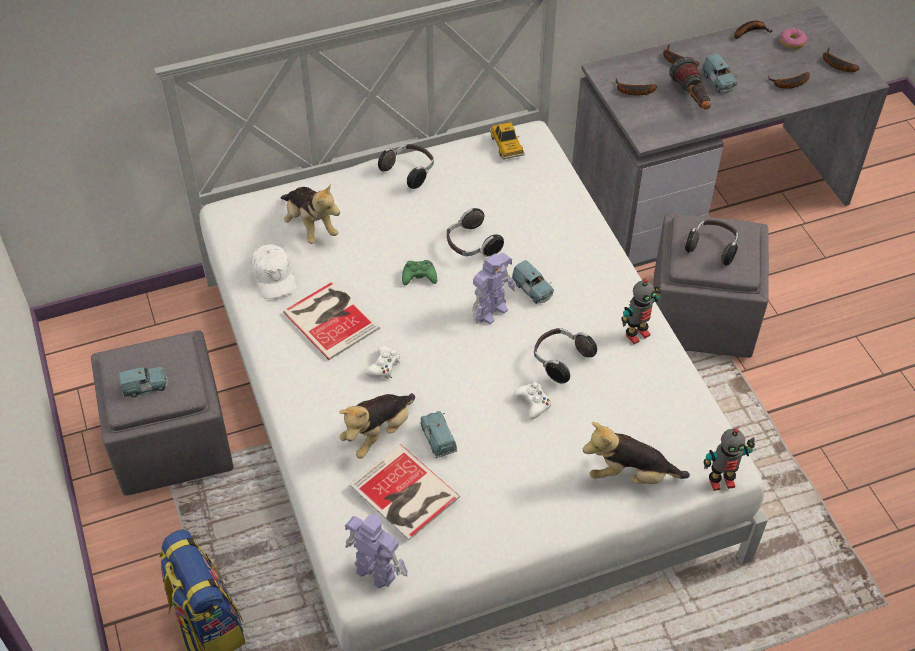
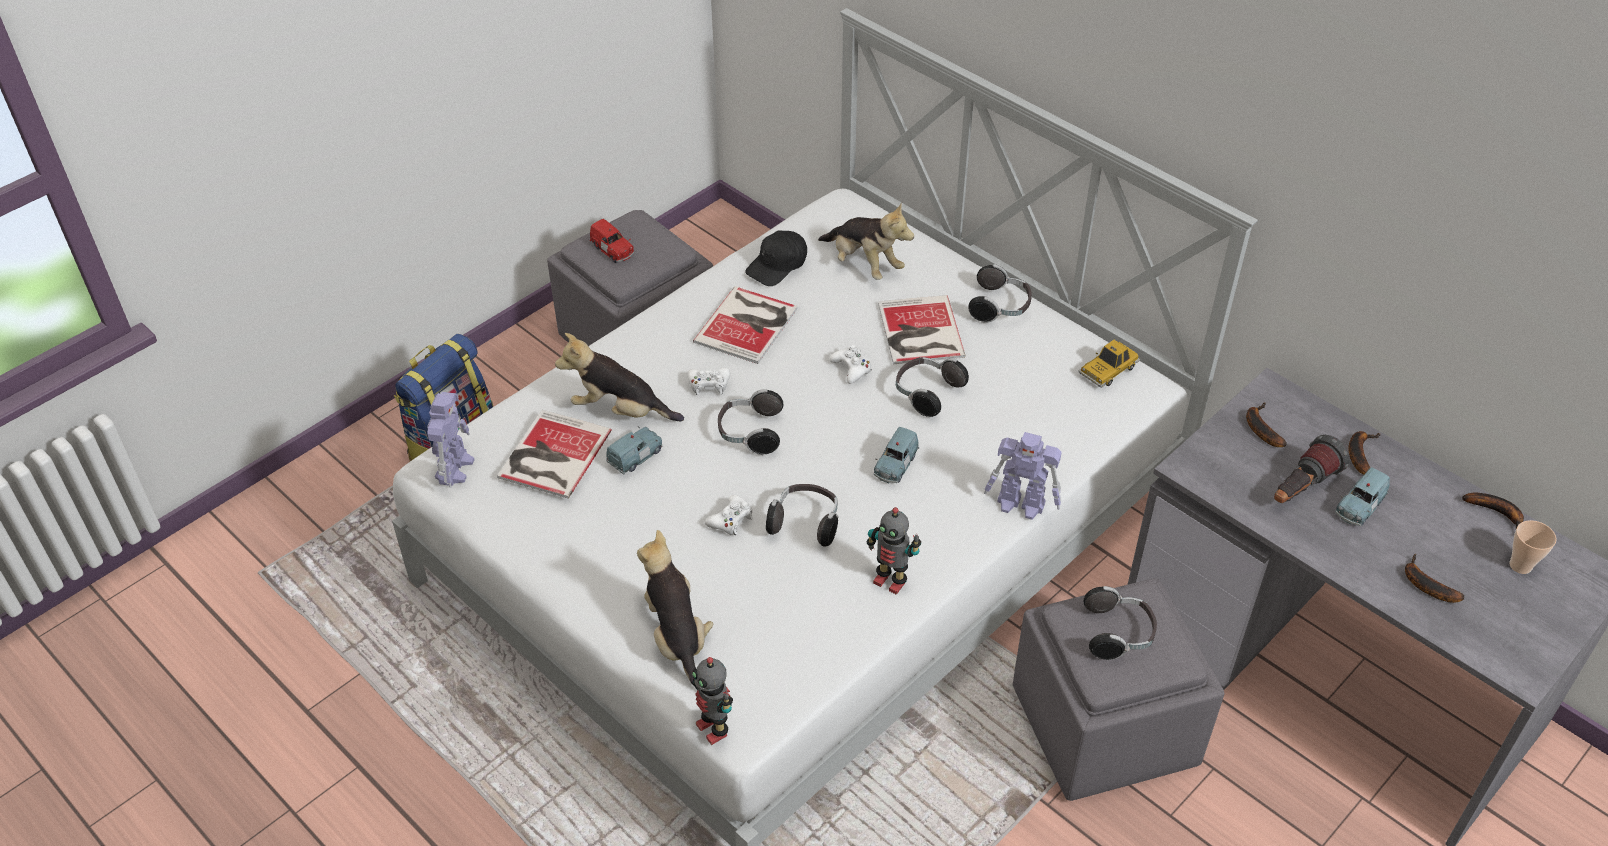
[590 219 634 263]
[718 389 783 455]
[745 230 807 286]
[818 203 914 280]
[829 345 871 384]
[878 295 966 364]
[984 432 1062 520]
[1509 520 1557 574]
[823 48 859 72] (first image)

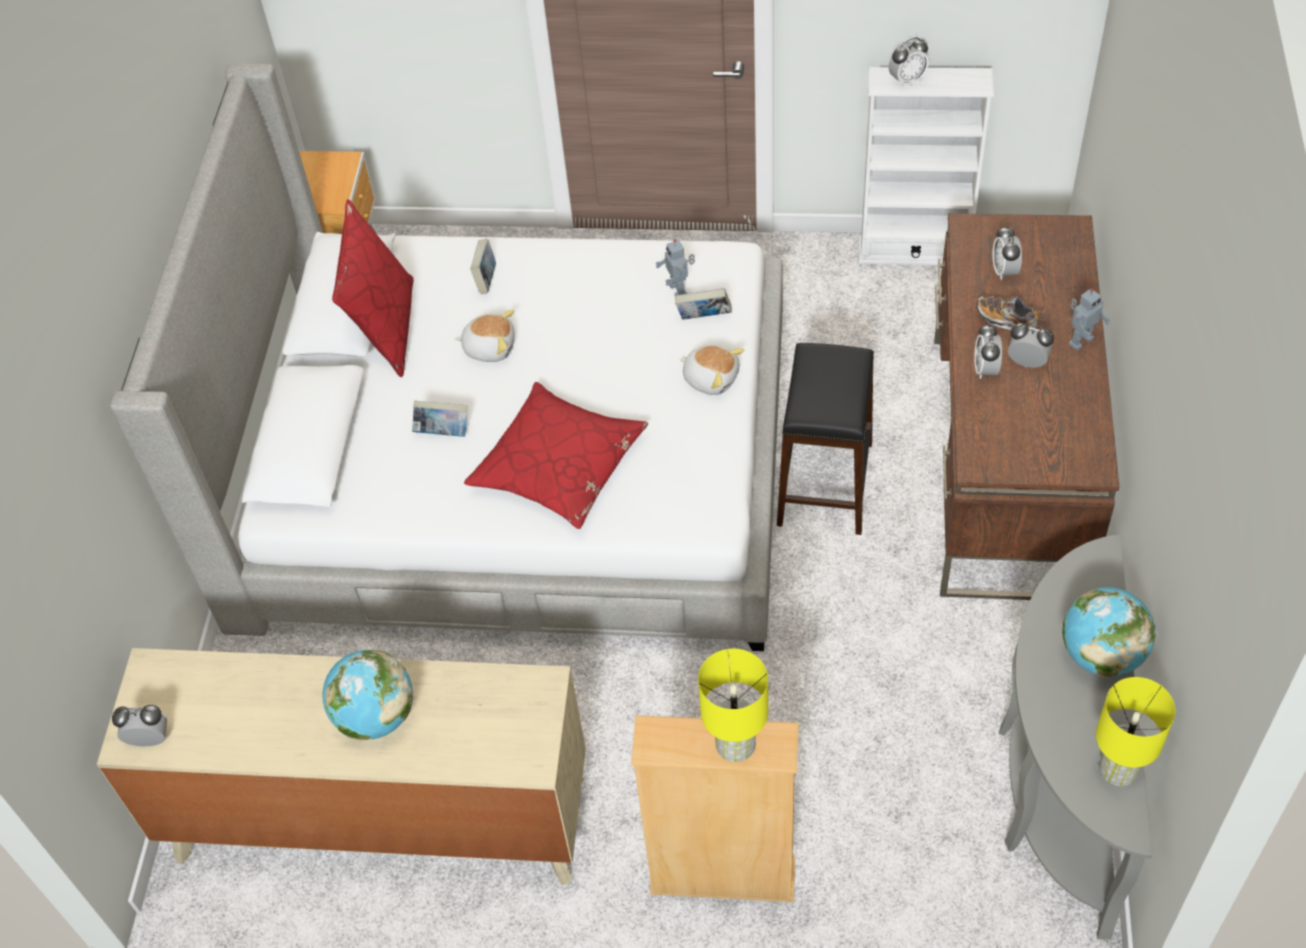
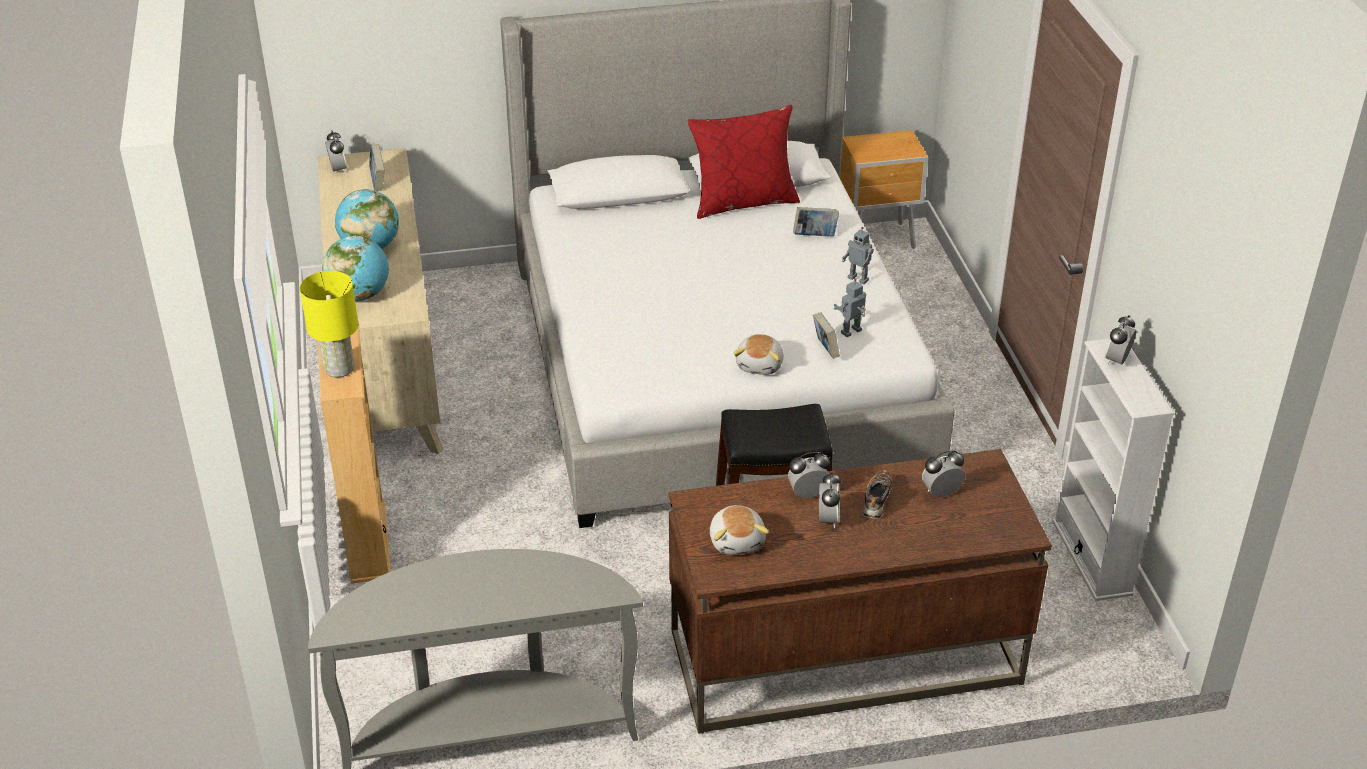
[322 235 389 301]
[369 144 385 191]
[710 505 769 555]
[842 227 874 284]
[1105 315 1137 365]
[464 382 648 529] (first image)
[1096 677 1175 786] (first image)

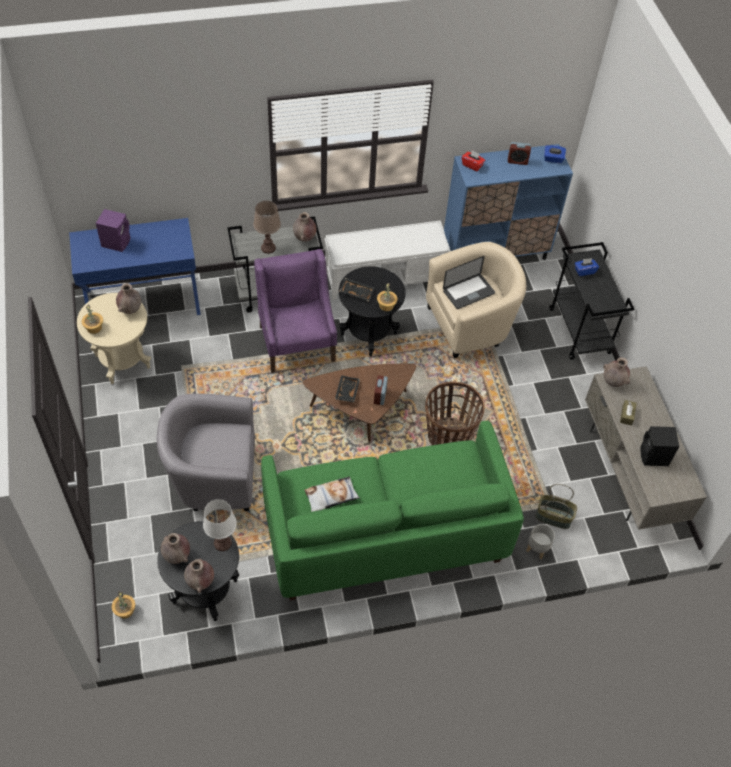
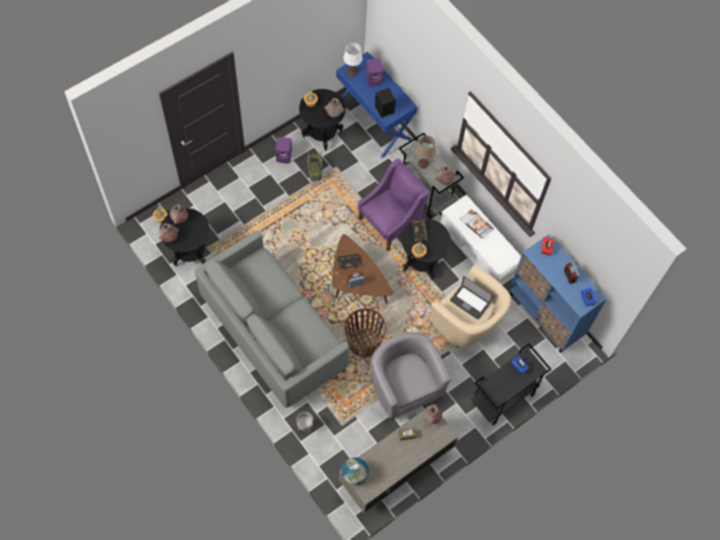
[195 230 349 408]
[275 137 292 163]
[299 89 346 151]
[308 152 323 182]
[341 457 369 485]
[343 42 362 77]
[371 332 451 420]
[375 88 396 118]
[459 209 494 239]

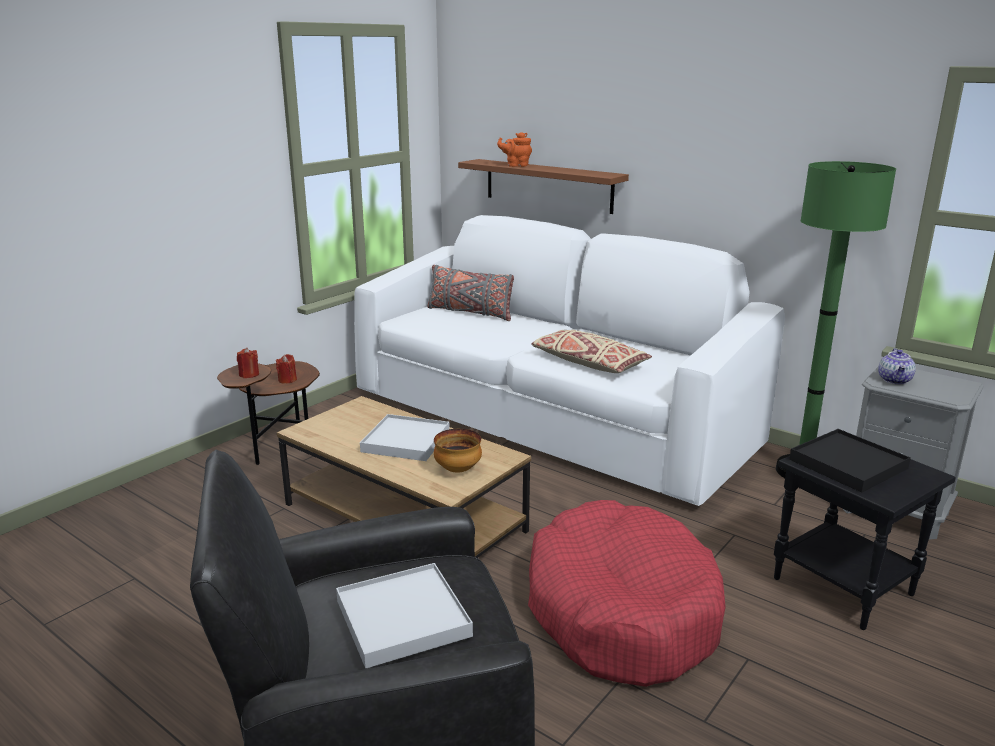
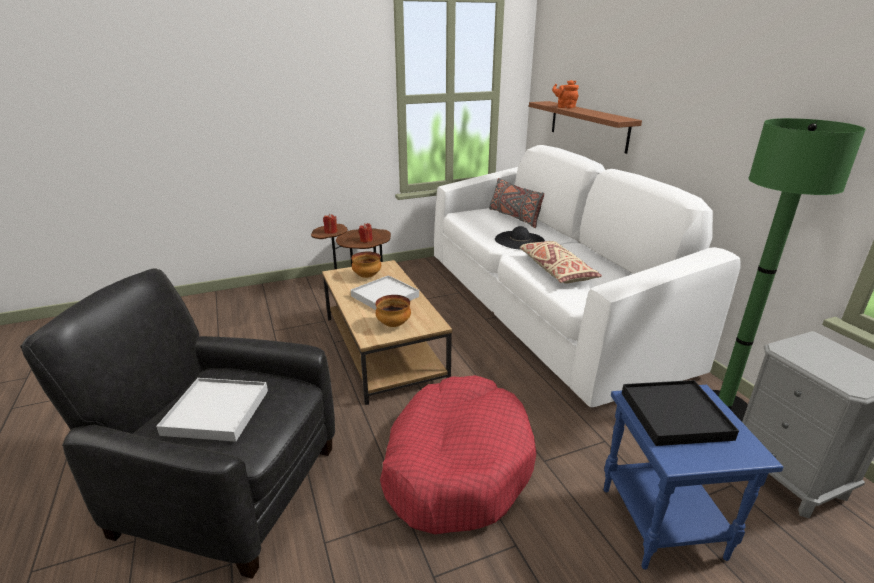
[351 252 381 278]
[495 226 545 250]
[604 385 784 570]
[878 348 916 384] (first image)

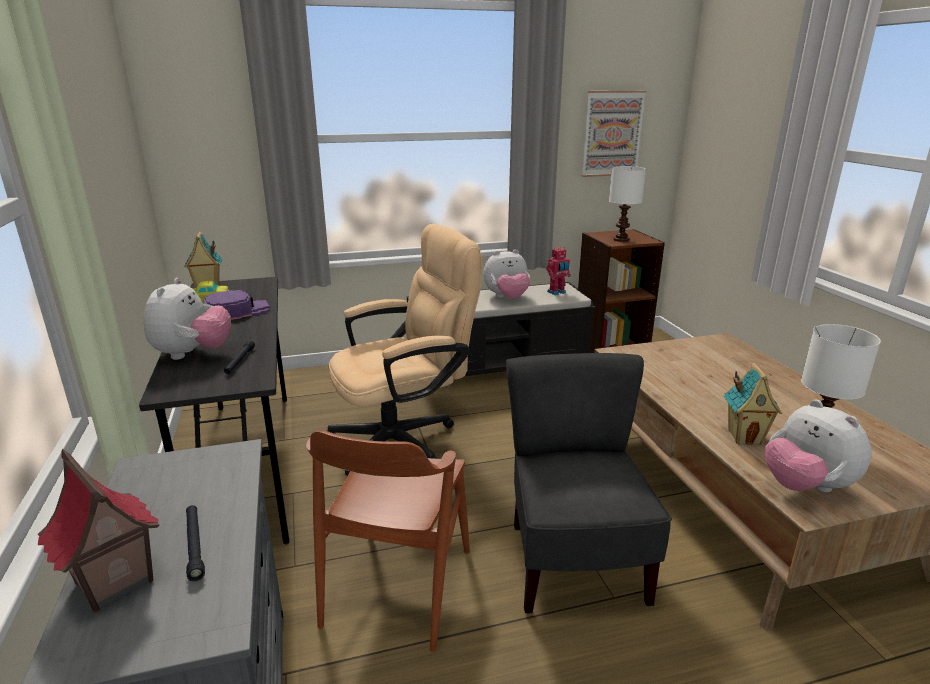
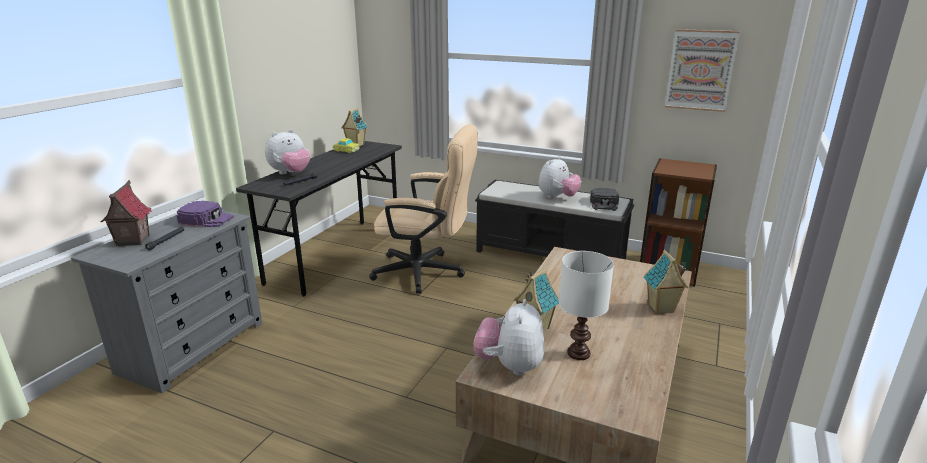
[176 201 234 227]
[539 156 581 199]
[590 188 619 211]
[644 250 688 314]
[306 430 470 652] (first image)
[506 353 672 614] (first image)
[609 166 646 242] (first image)

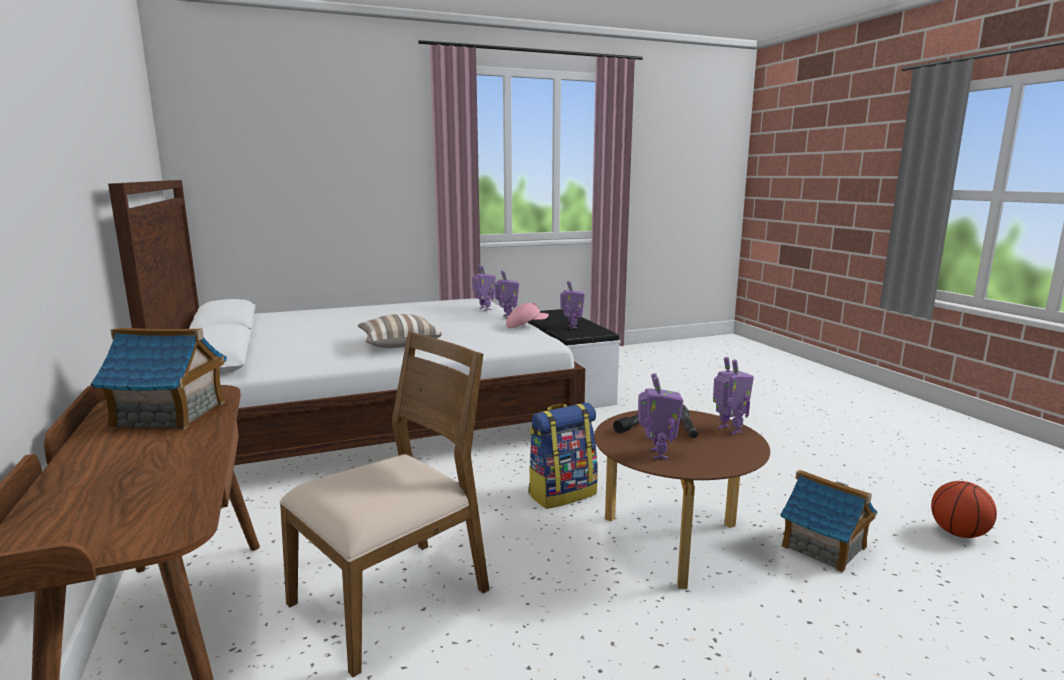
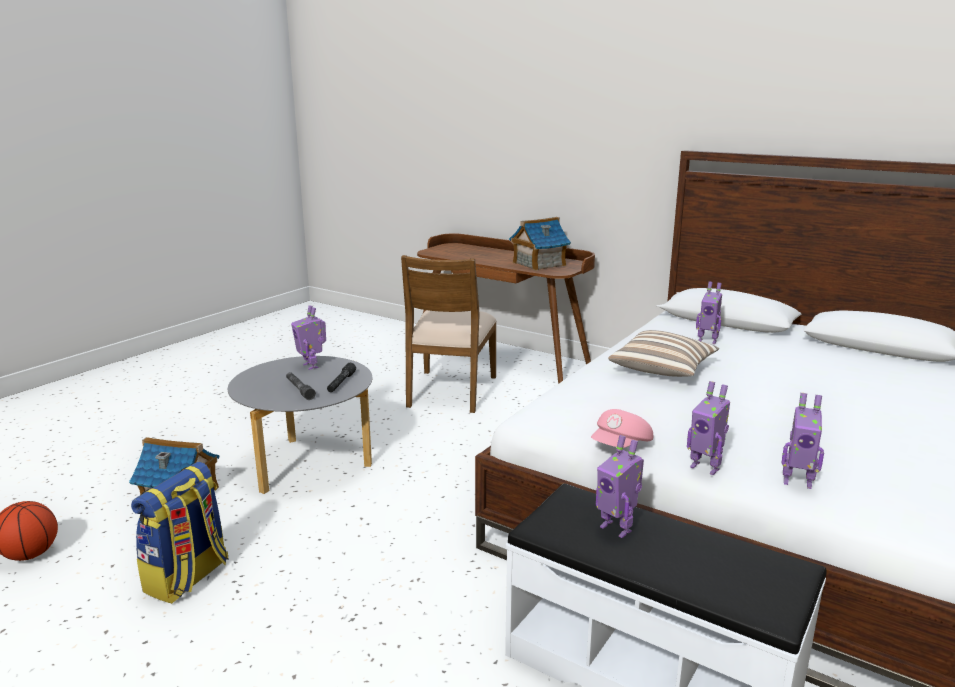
[131 462 228 604]
[228 356 372 494]
[696 282 722 344]

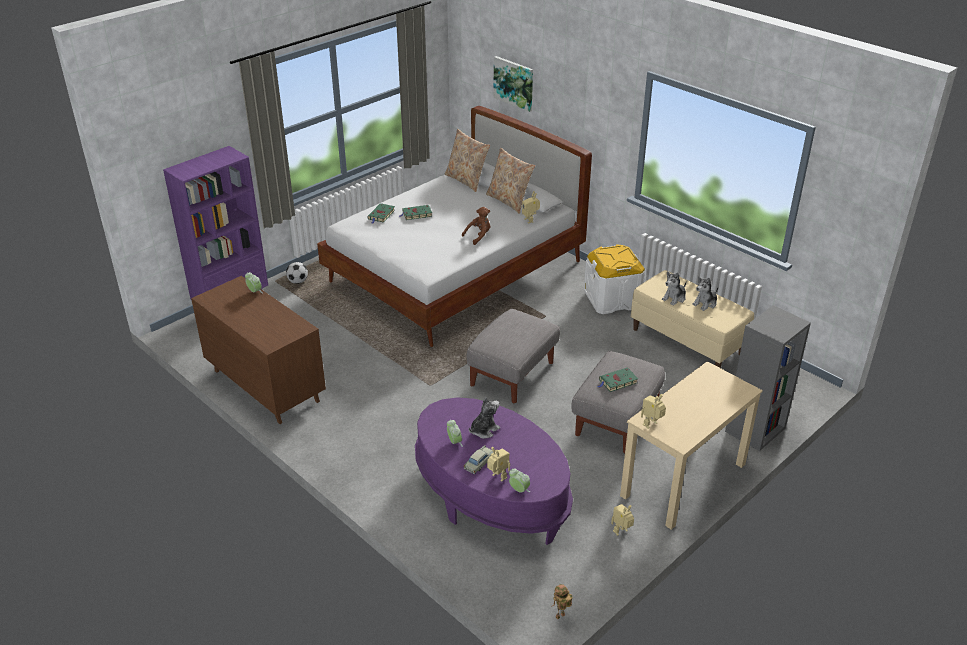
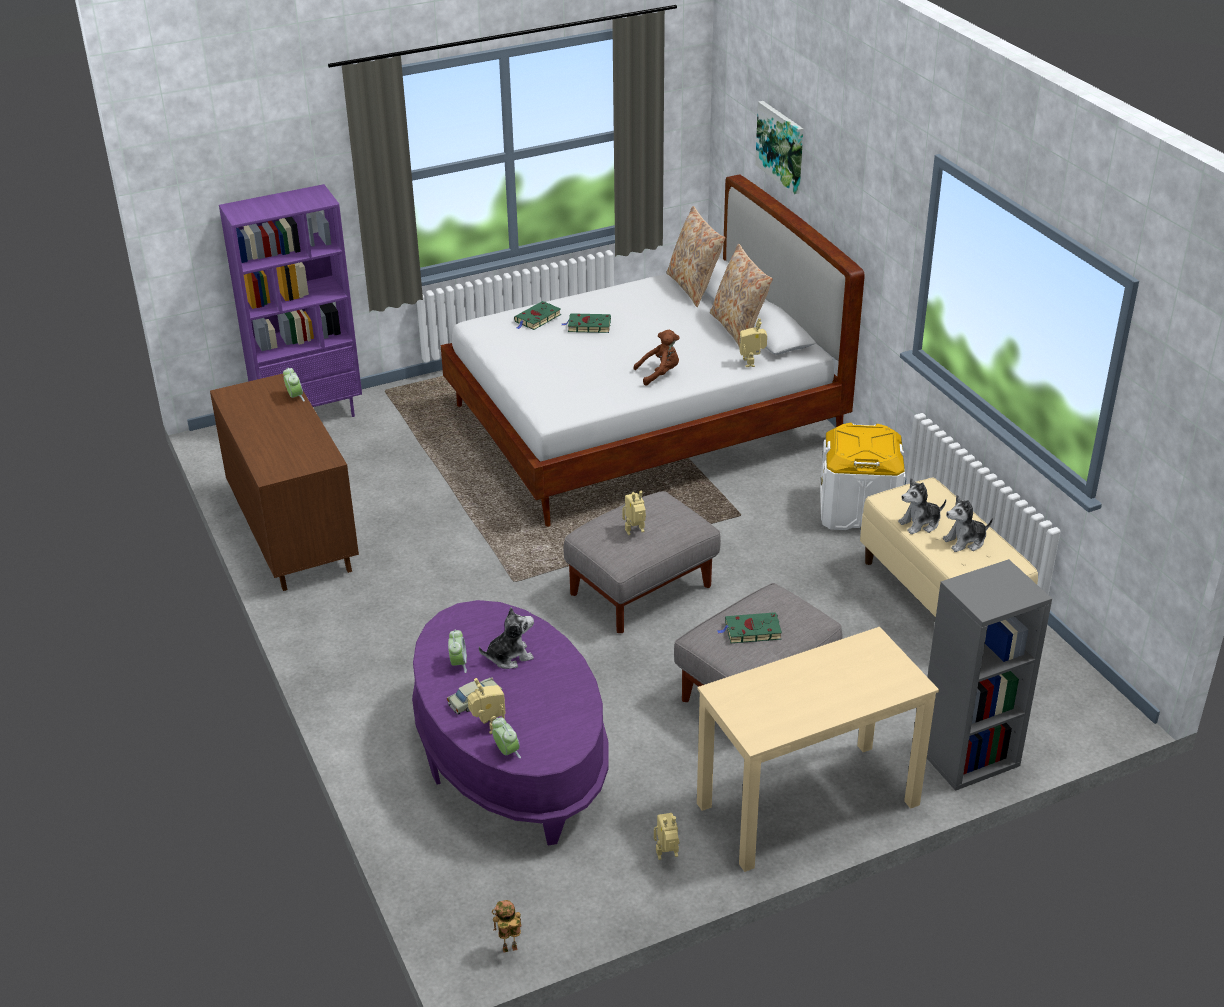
[622 491 646 535]
[286 262 308 284] (first image)

